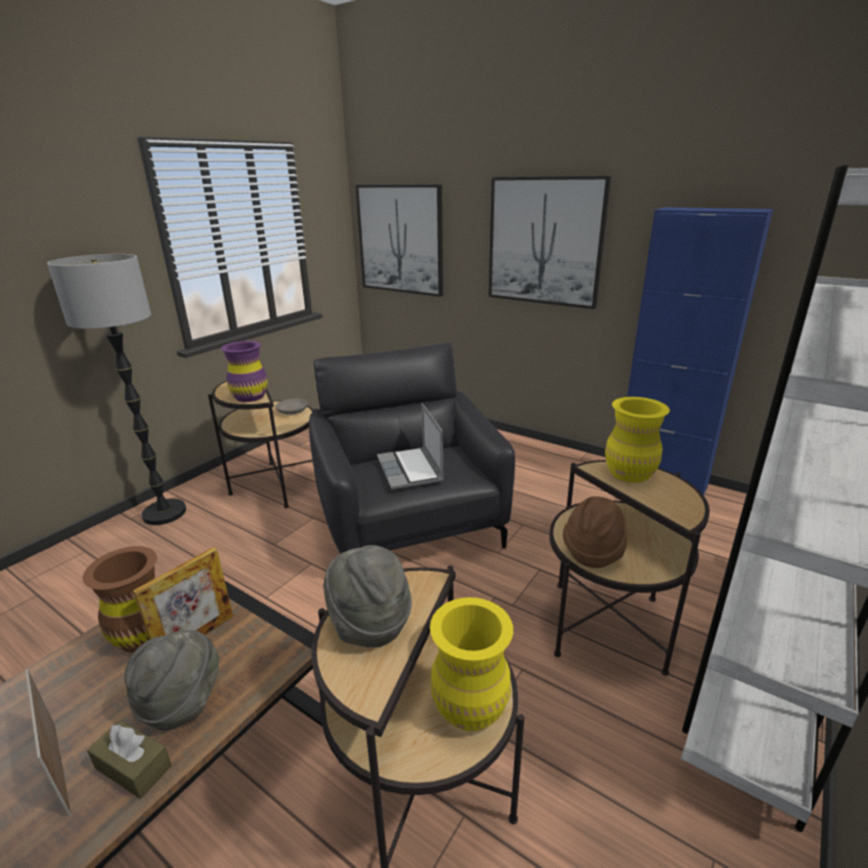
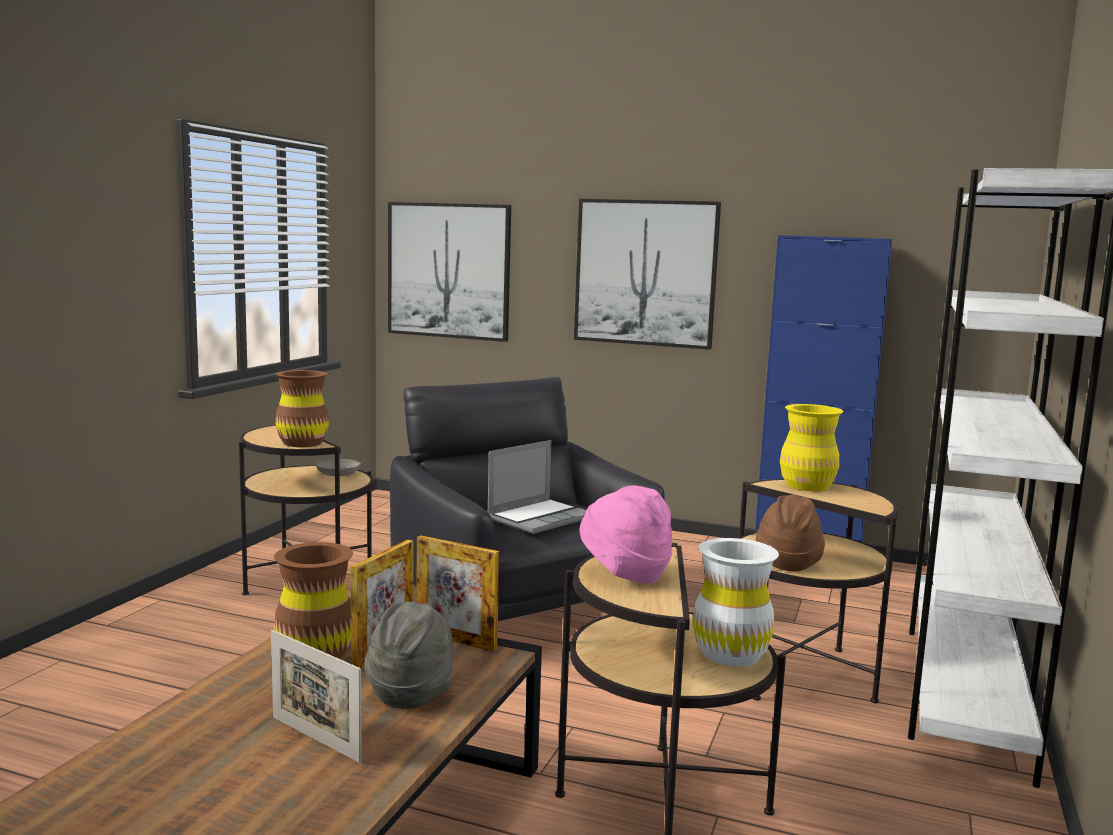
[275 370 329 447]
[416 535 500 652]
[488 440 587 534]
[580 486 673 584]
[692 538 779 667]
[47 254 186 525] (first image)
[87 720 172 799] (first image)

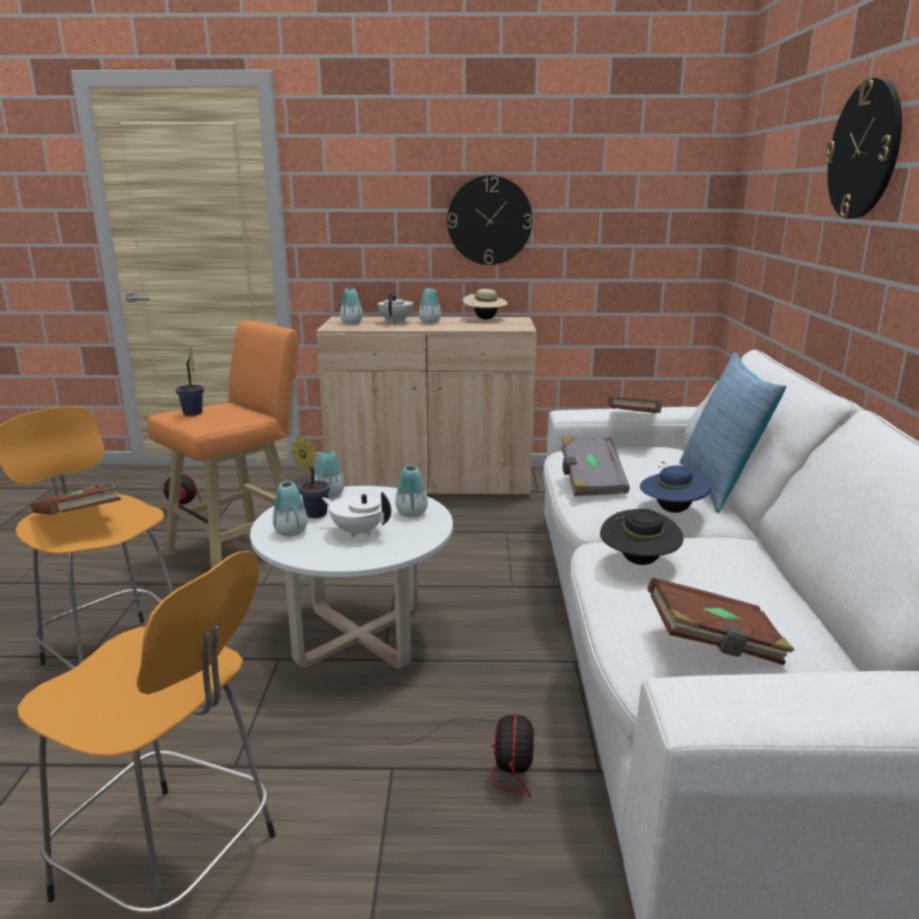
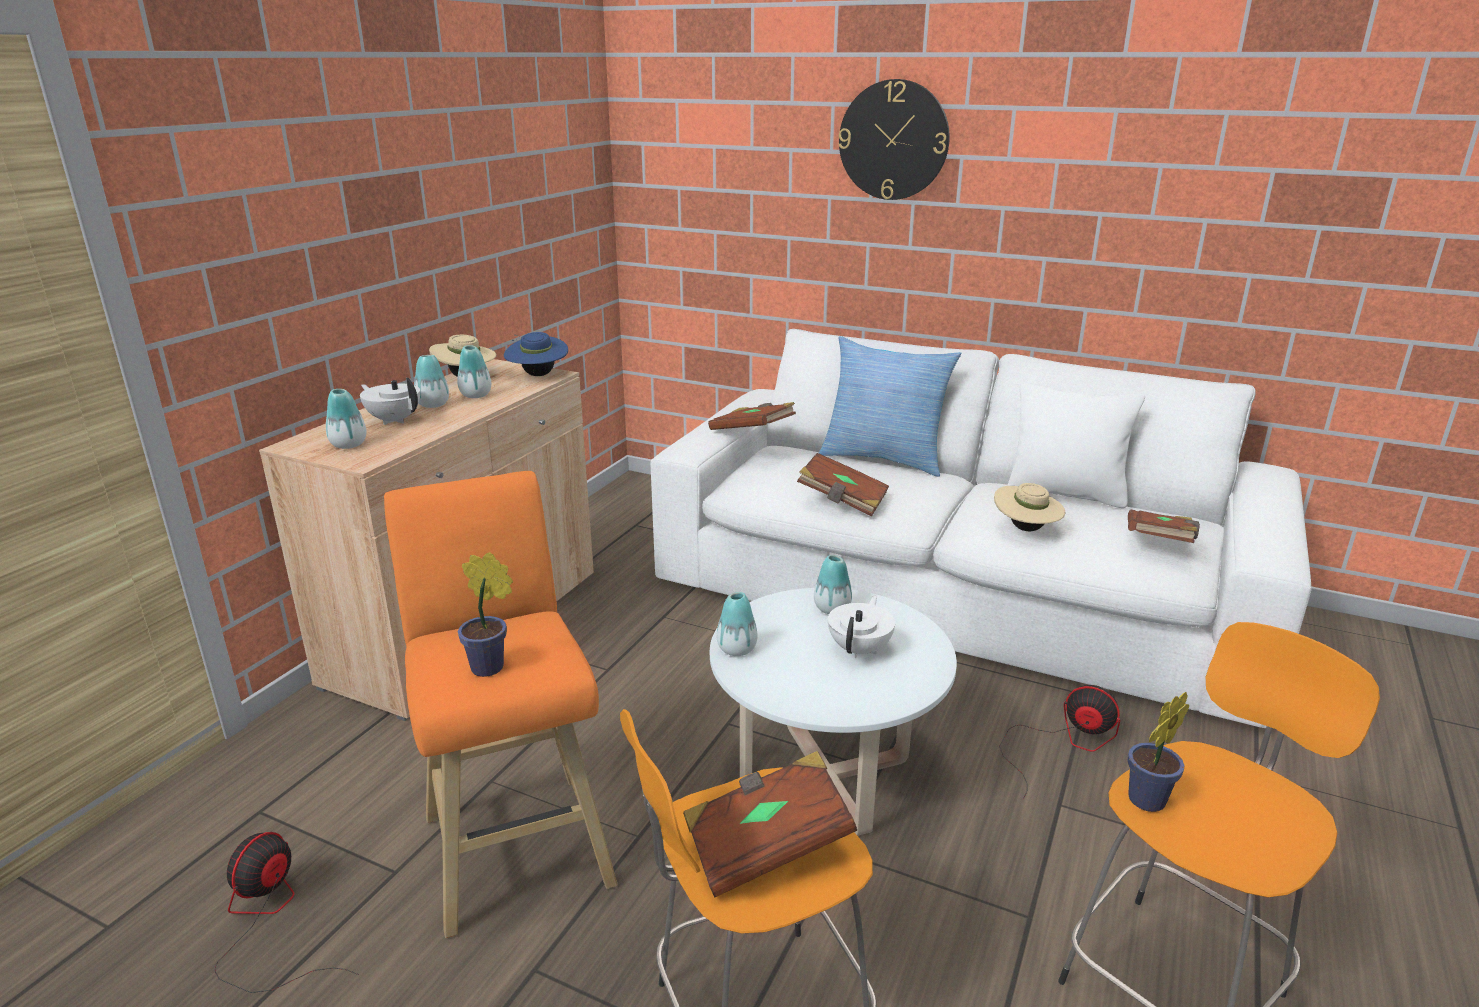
[457 345 491 398]
[504 332 568 376]
[797 453 889 517]
[828 595 895 658]
[994 483 1065 531]
[1007 383 1145 508]
[1128 692 1189 812]
[447 175 533 265] (first image)

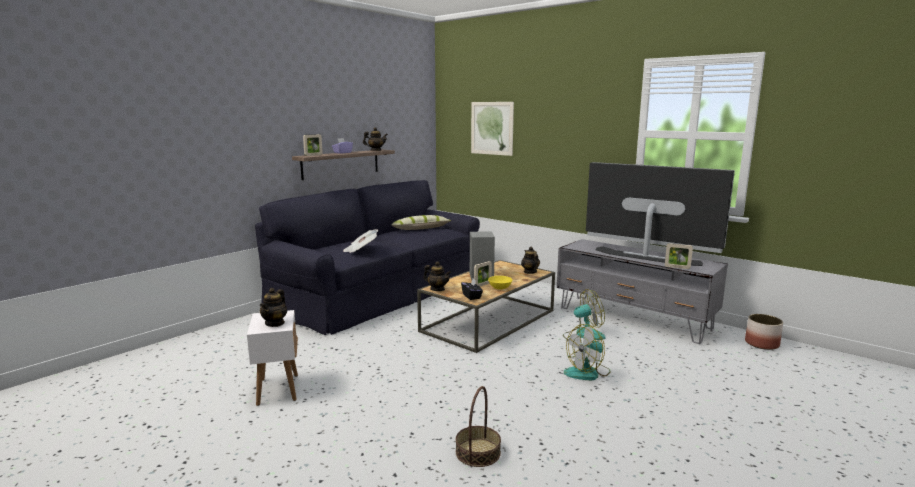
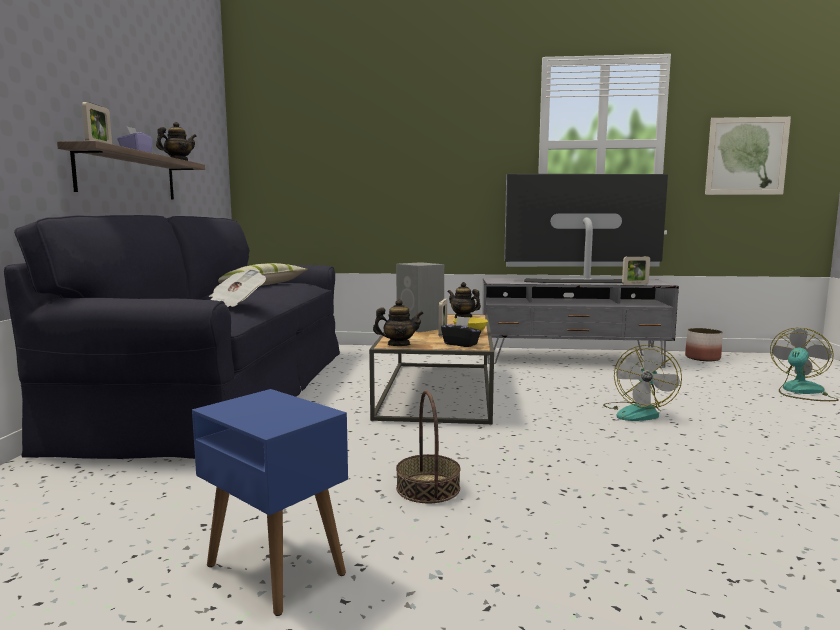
[192 389 348 616]
[396 391 460 503]
[705 117 791 195]
[770 328 839 401]
[260 288 287 327] (first image)

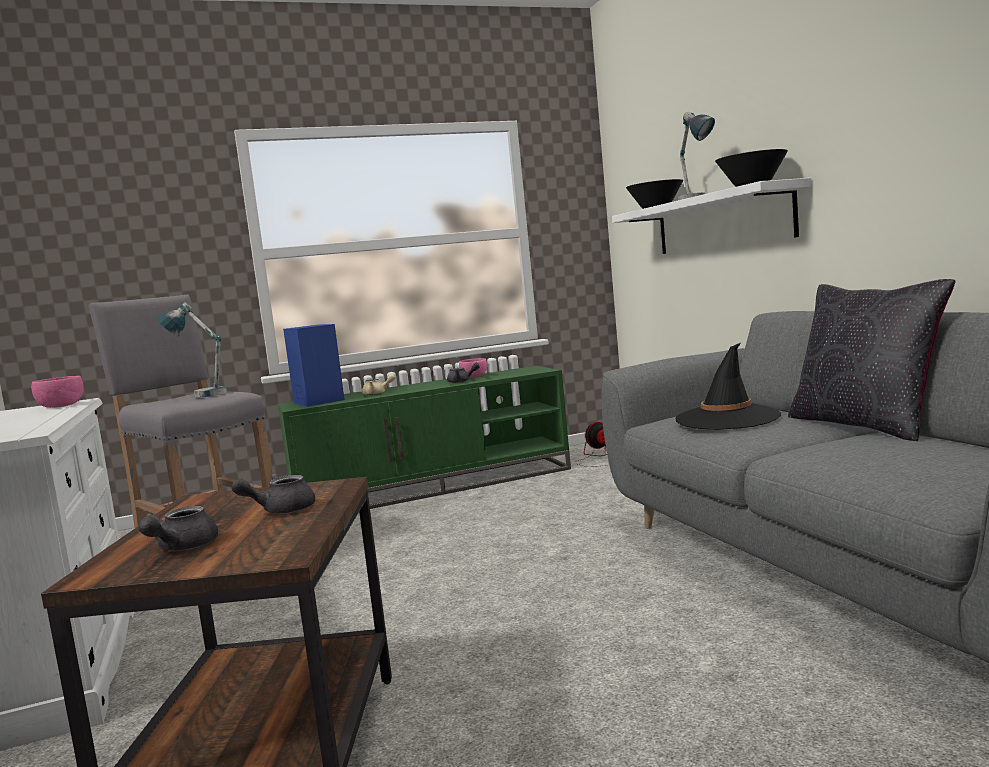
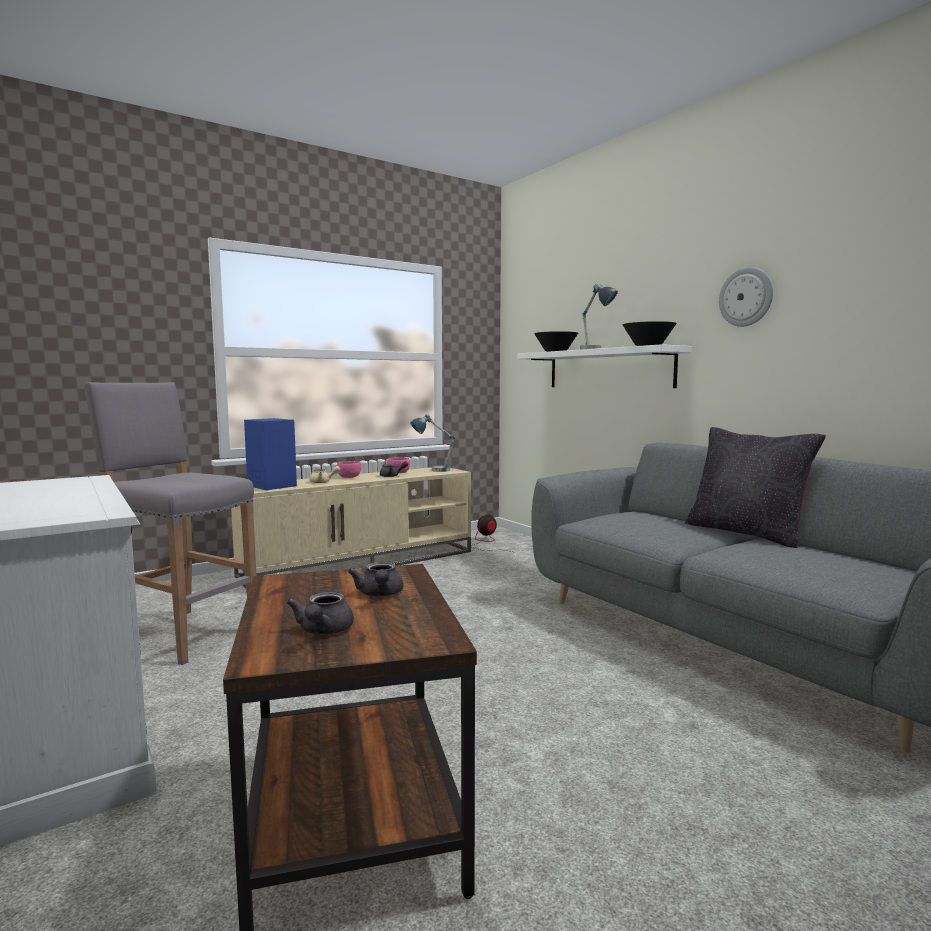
[231 467 471 588]
[337 461 361 478]
[348 562 404 597]
[410 414 455 472]
[719 267 773 327]
[676 343 781 430] (first image)

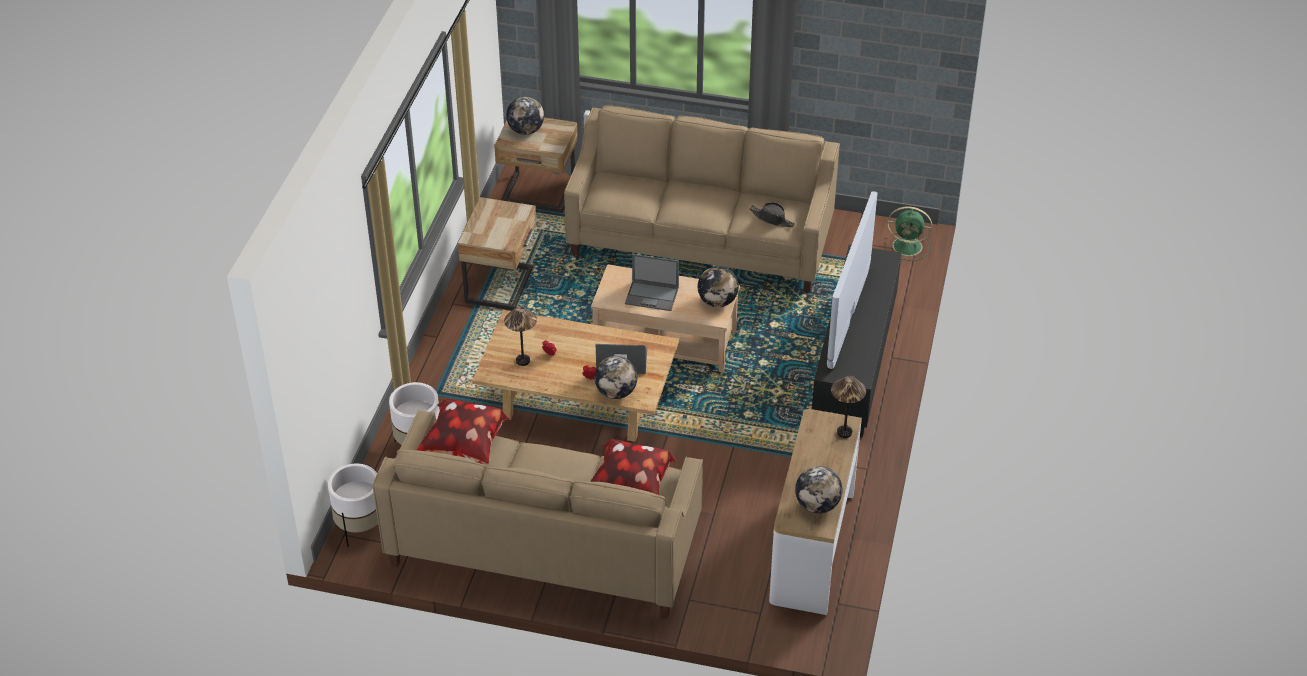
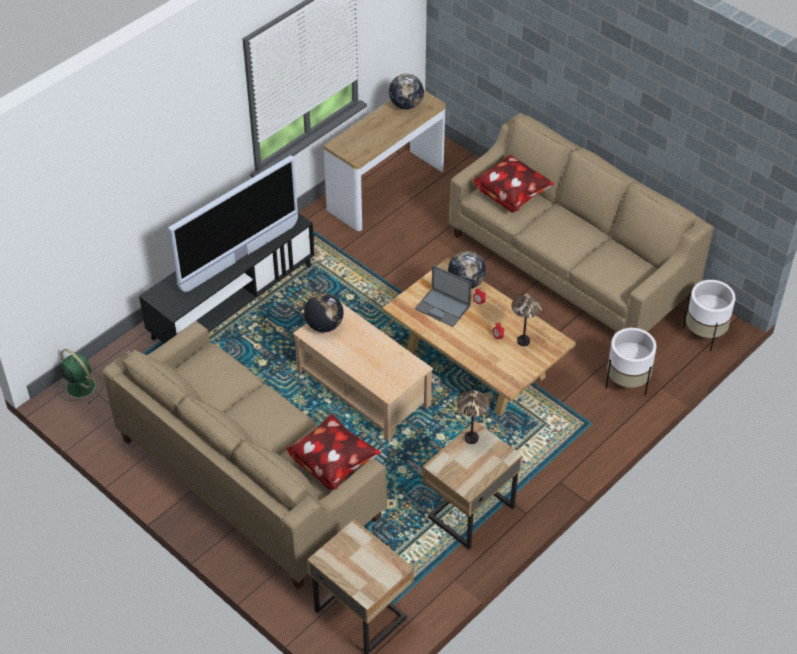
[286 413 381 490]
[457 390 490 444]
[506 97 544 135] (first image)
[625 254 679 311] (first image)
[750 202 795 227] (first image)

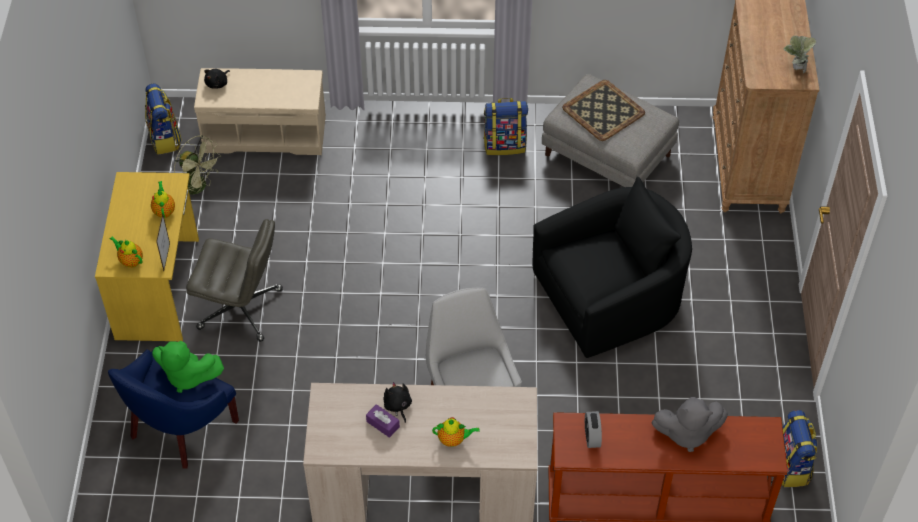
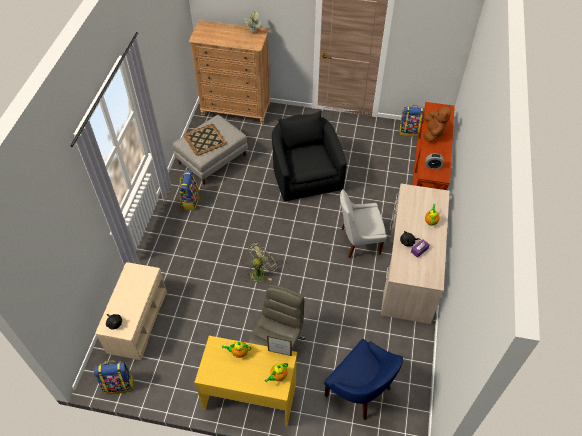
[246 243 277 282]
[423 105 451 142]
[152 341 224 393] (first image)

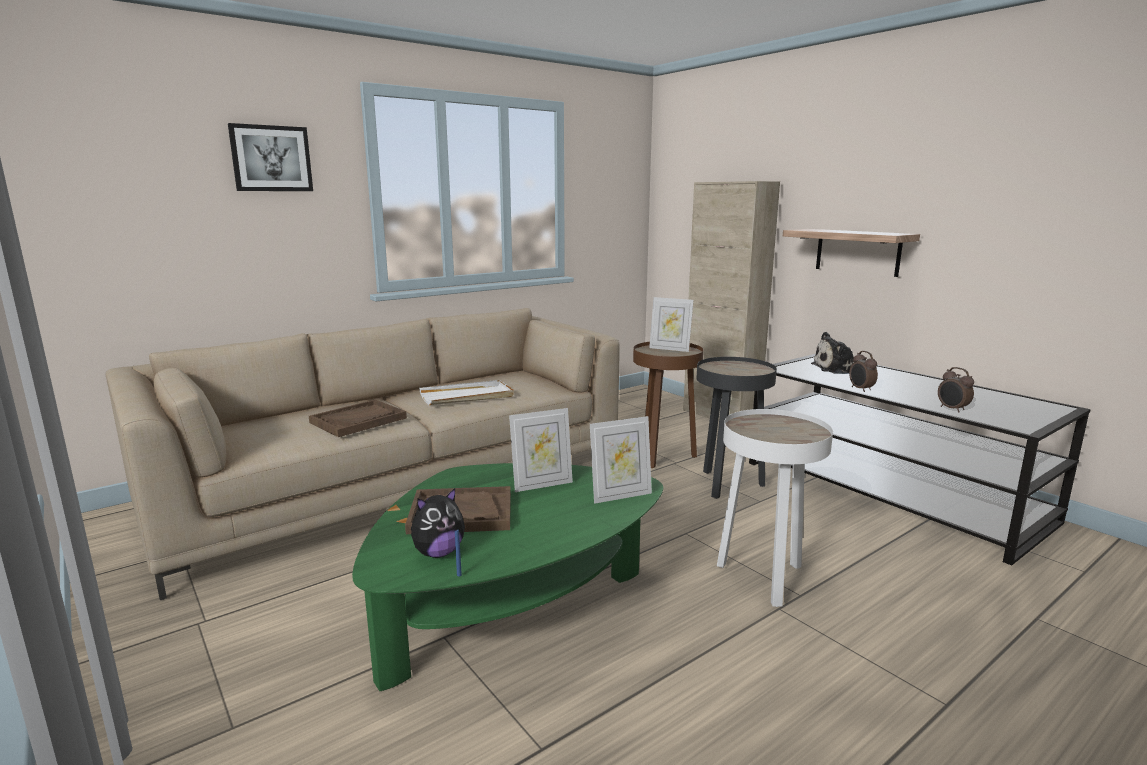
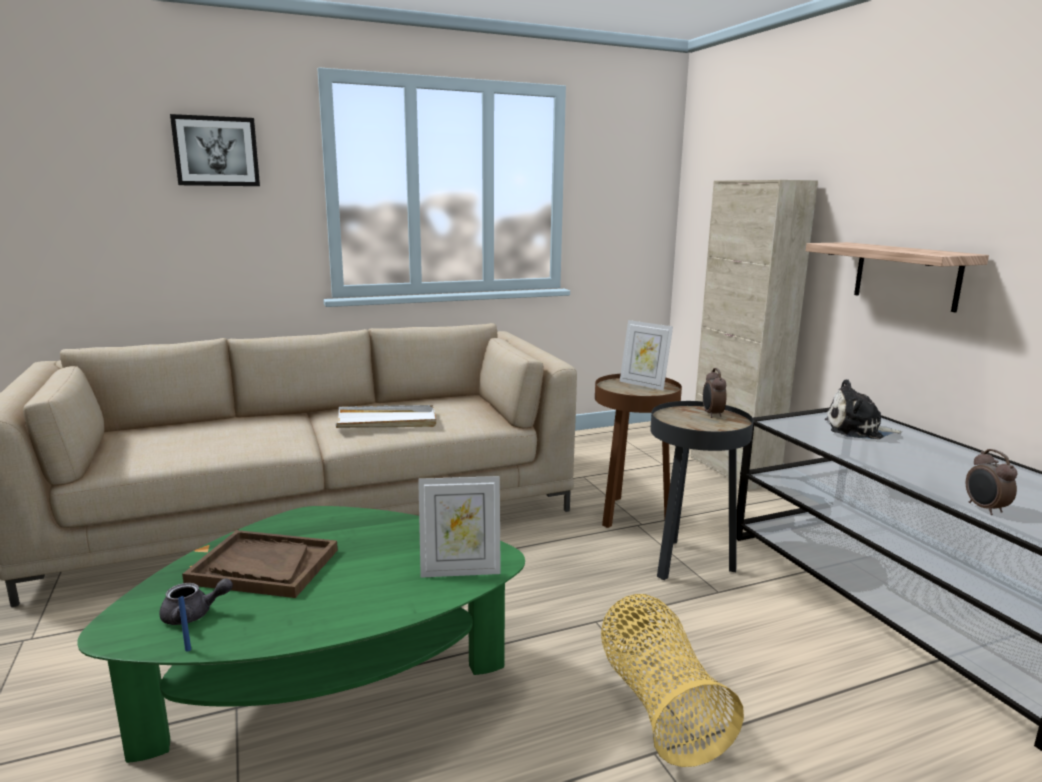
[159 578 233 625]
[601 594 744 767]
[703 368 727 418]
[309 399 407 437] (first image)
[509 408 573 492] (first image)

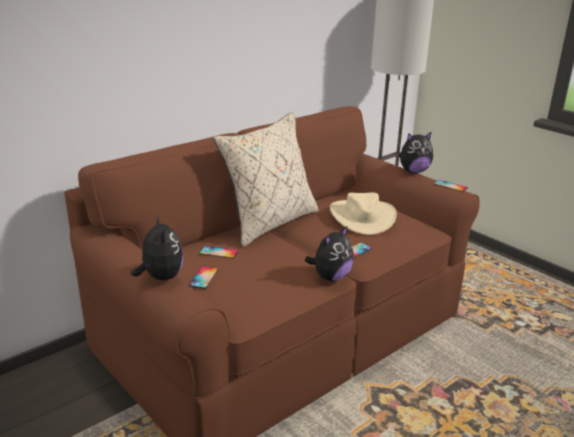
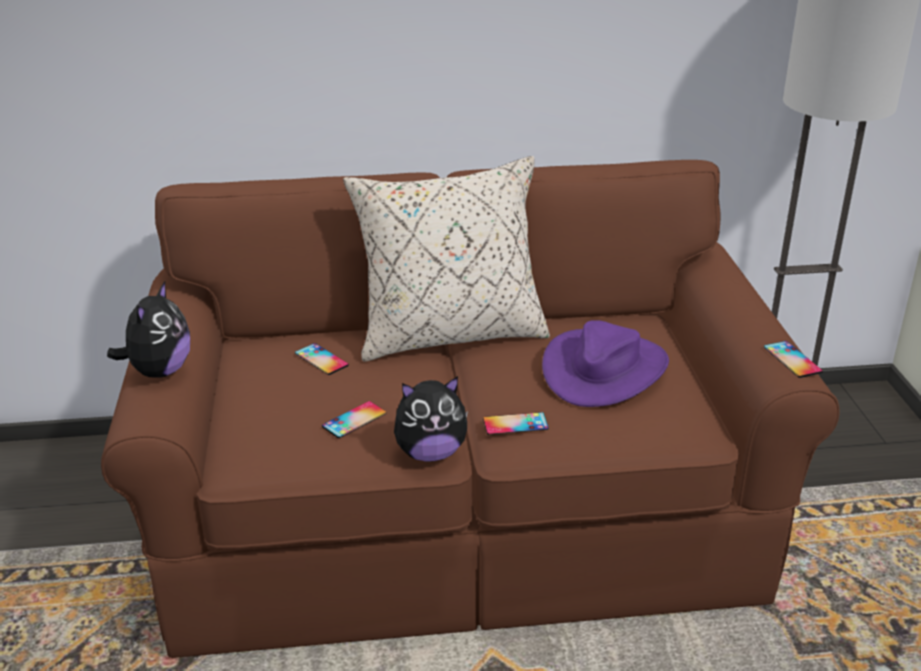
[322 401 386 438]
[542 320 669 407]
[398 132 433 173] (first image)

